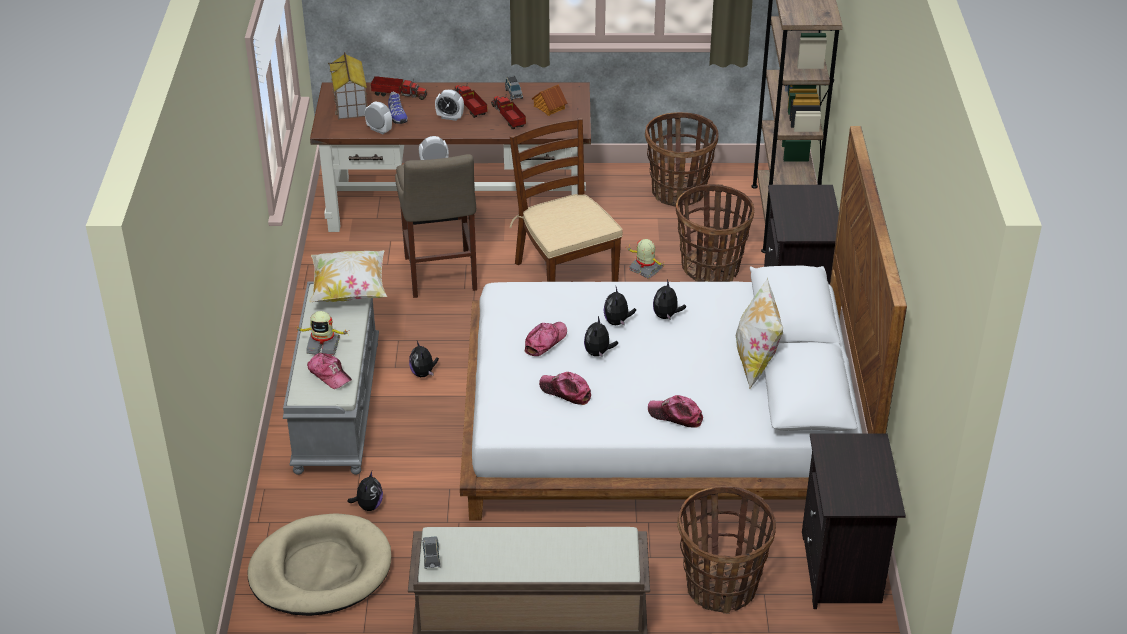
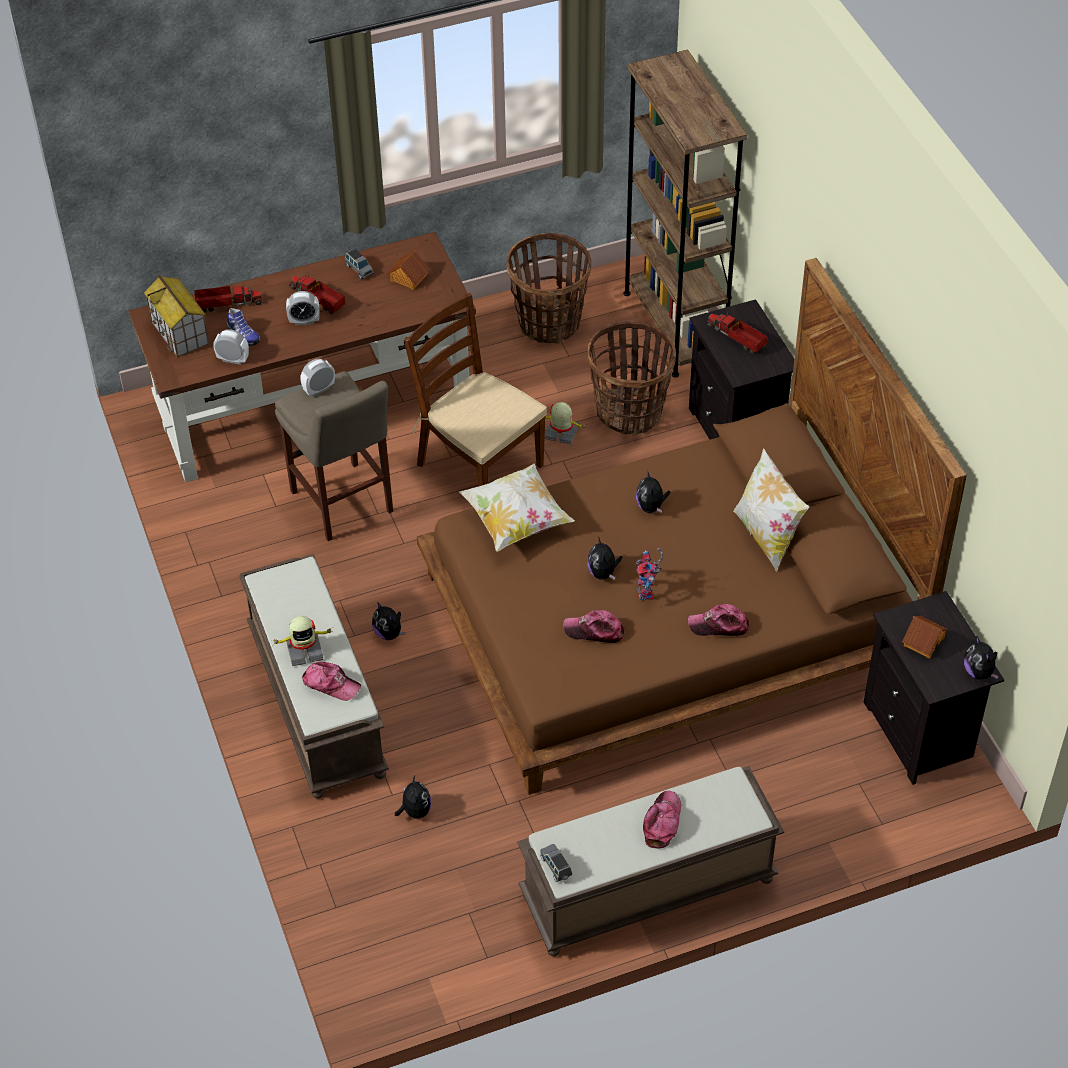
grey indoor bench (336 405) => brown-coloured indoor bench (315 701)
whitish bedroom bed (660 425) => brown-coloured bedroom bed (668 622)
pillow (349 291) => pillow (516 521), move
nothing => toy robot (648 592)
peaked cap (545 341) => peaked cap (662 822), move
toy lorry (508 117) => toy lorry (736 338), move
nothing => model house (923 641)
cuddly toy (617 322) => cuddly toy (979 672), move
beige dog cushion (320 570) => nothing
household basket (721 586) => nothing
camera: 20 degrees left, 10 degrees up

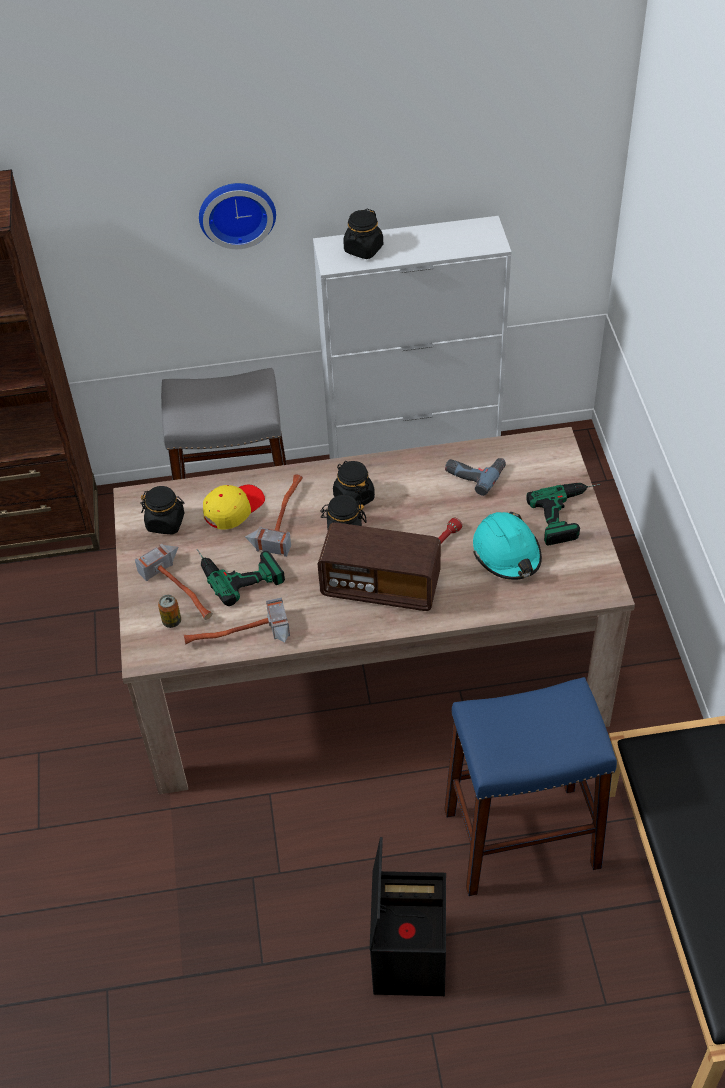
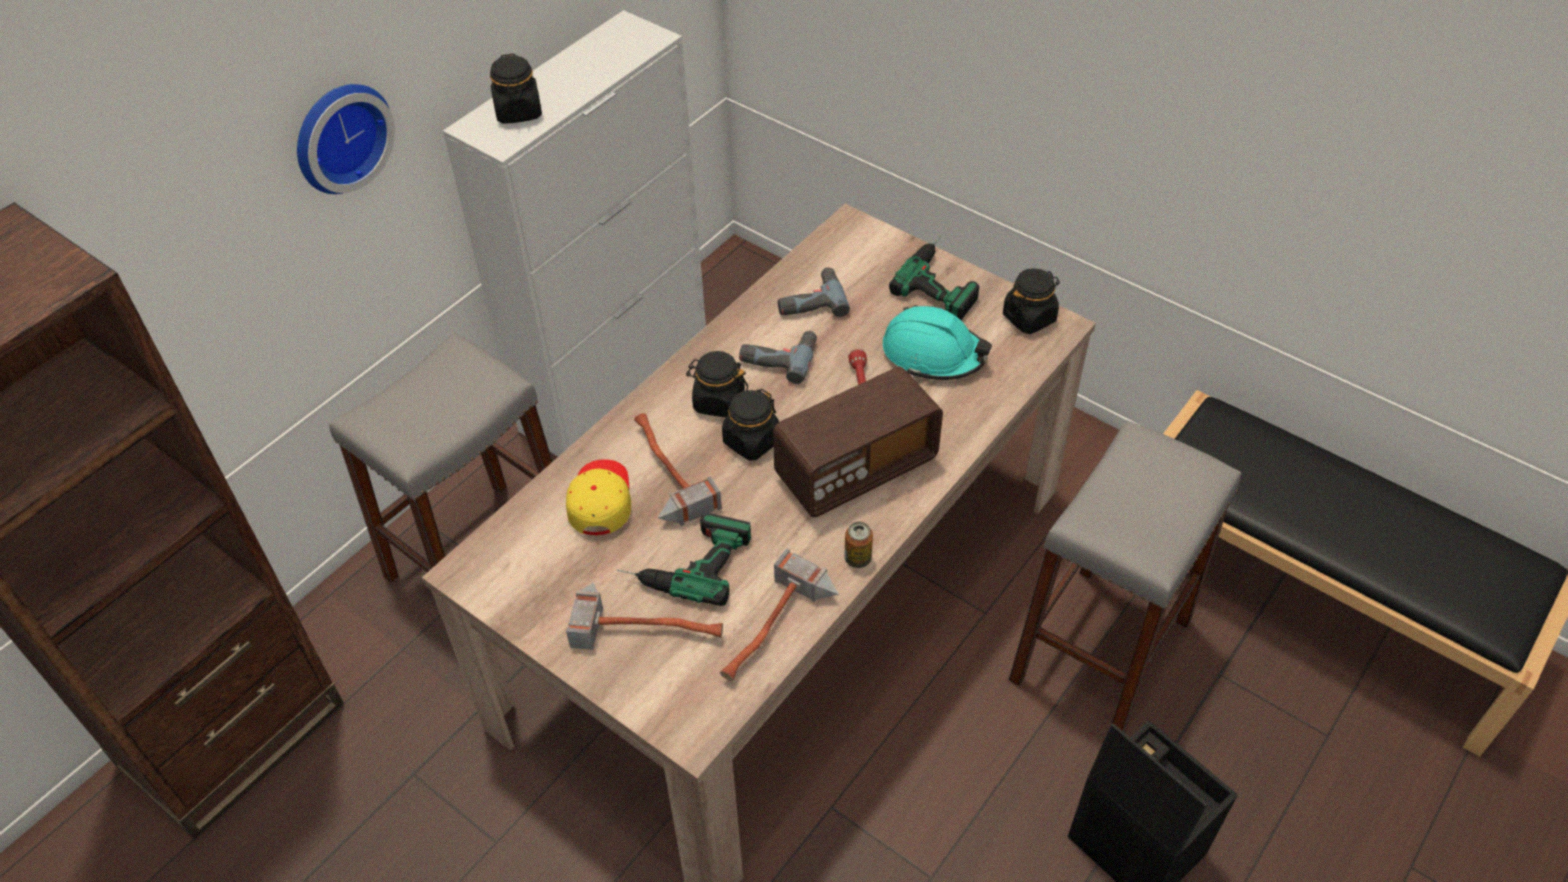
nothing => power drill (778 356)
can (172 621) => can (857 558), move
blackish preserve jar (166 522) => blackish preserve jar (1029 317), move
blue-coloured stool (521 838) => grey stool (1100 650)
camera: 45 degrees left, 0 degrees up

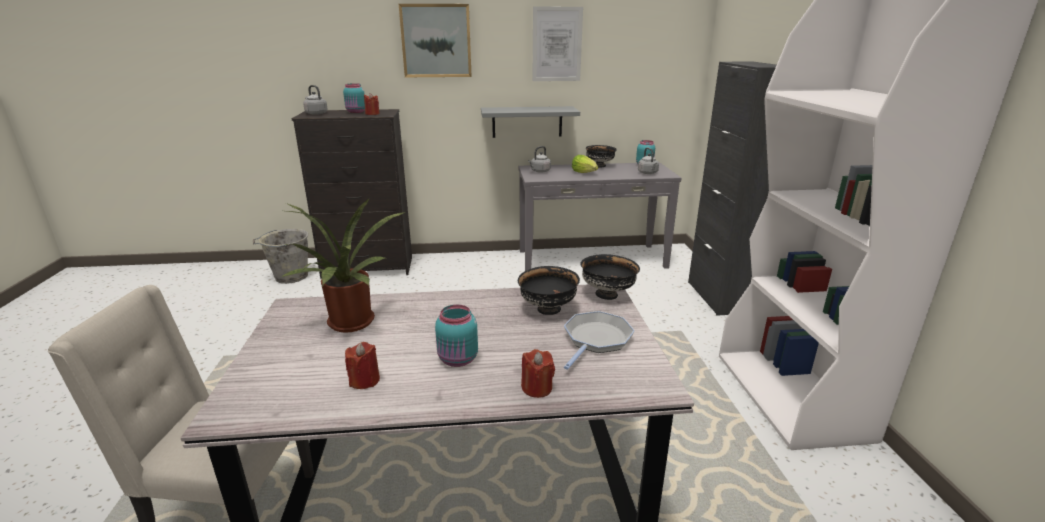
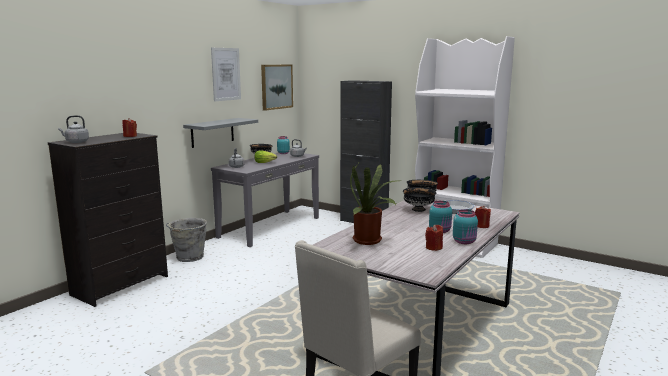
grey bucket (290 277) => grey bucket (189 257), move
picture (436 41) => picture (276 86), move
turquoise-coloured preserve jar (356 112) => turquoise-coloured preserve jar (465 242), move
camera: 50 degrees left, 10 degrees down

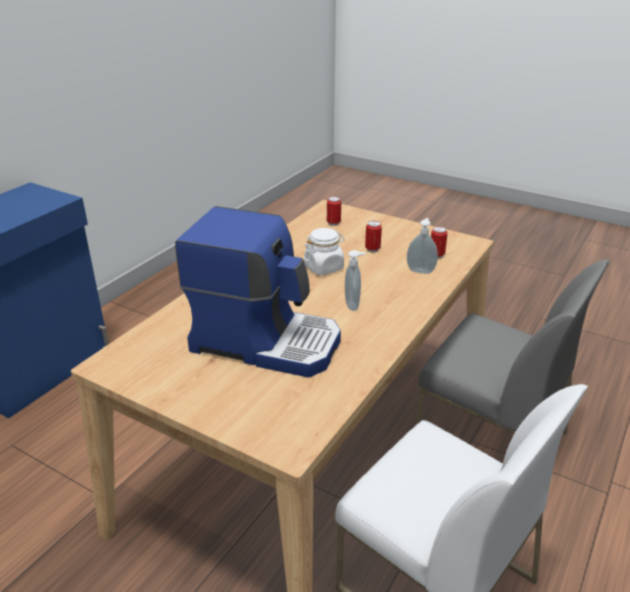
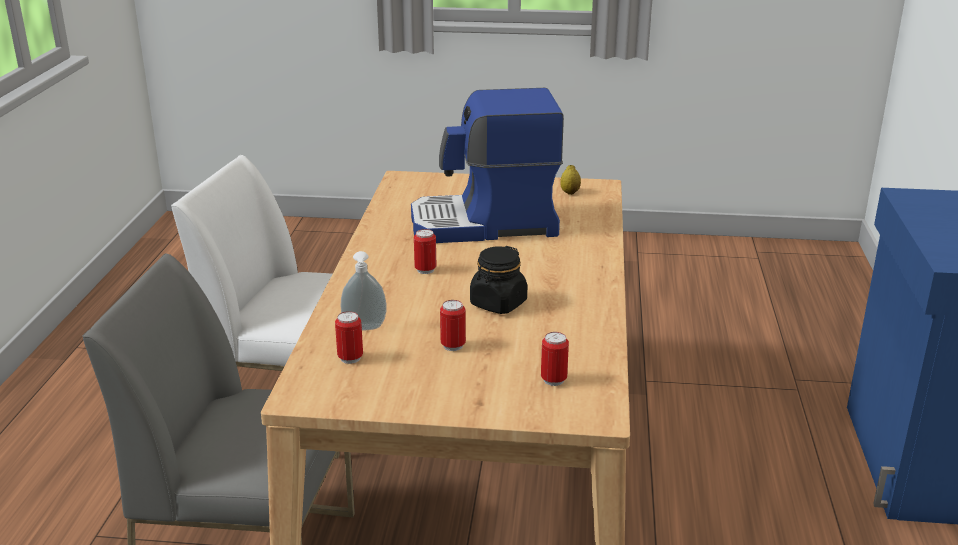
liquid soap bottle (353 305) => can (425 270)
whitish preserve jar (324 267) => blackish preserve jar (498 304)
nothing => citrus fruit (570 192)
camera: 155 degrees right, 5 degrees down

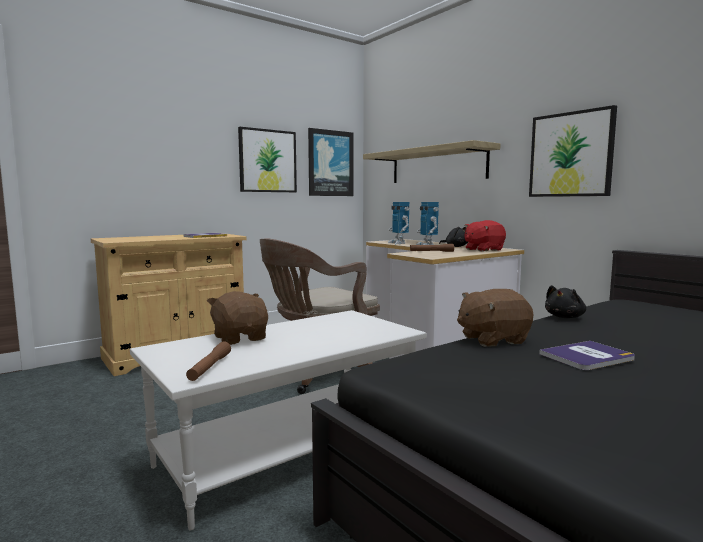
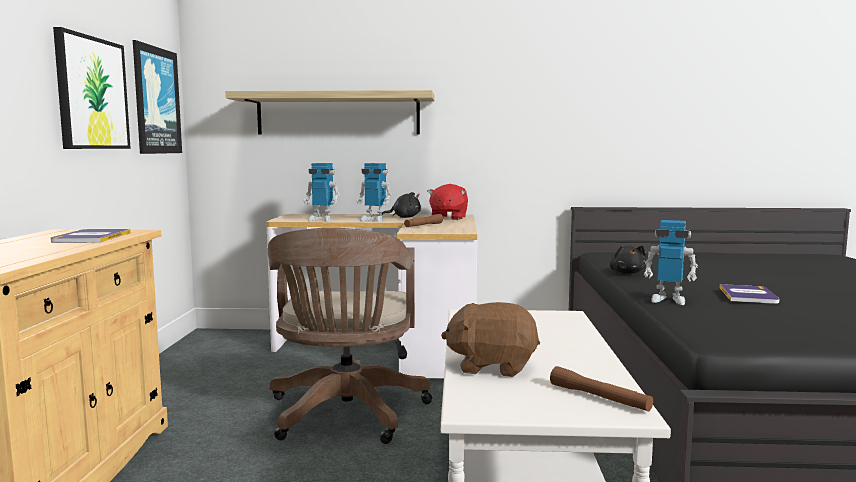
brown-coloured cuddly toy (492 339) => toy robot (668 300)
picture (571 154) => nothing
camera: 50 degrees left, 0 degrees up

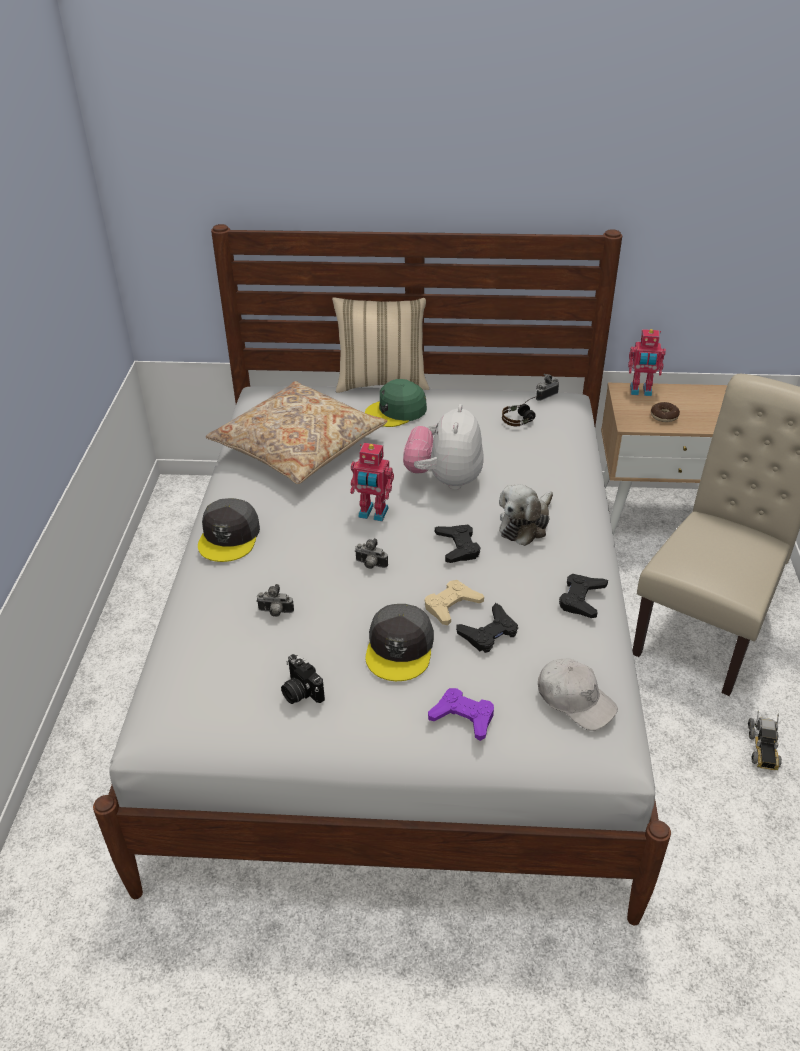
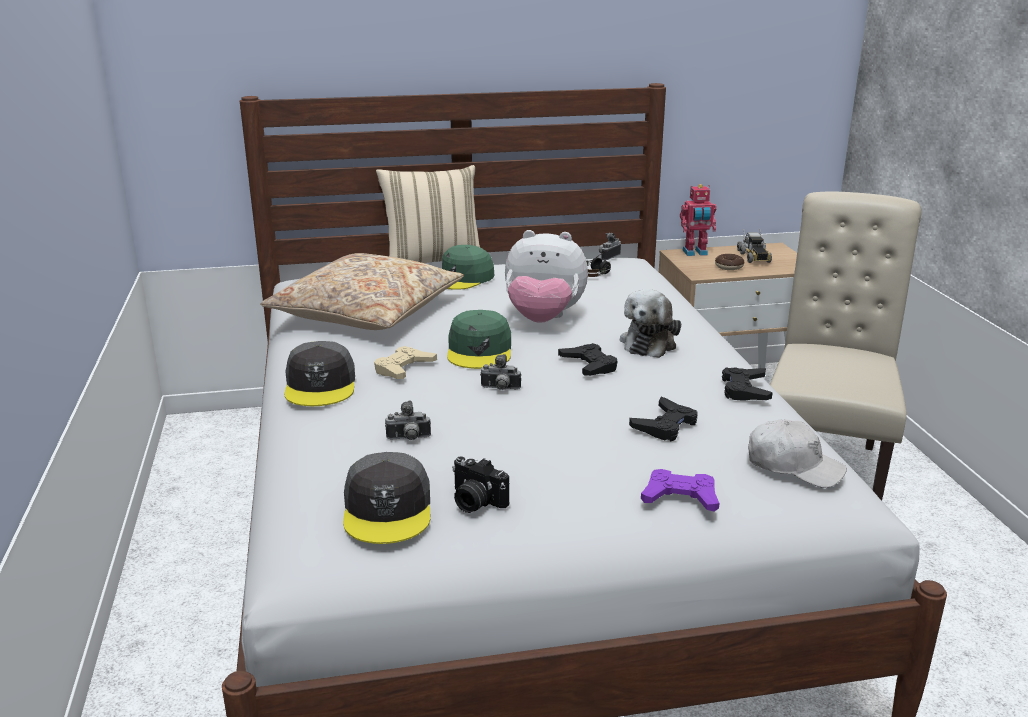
grey peaked cap (400 648) => grey peaked cap (388 510), move
beige gamepad (451 606) => beige gamepad (404 368), move
toy robot (372 514) => green peaked cap (480 351)
cuddly toy (444 479) => cuddly toy (543 319), 75 degrees counterclockwise
toy lorry (763 748) => toy lorry (754 257), move
camera: 15 degrees left, 15 degrees down

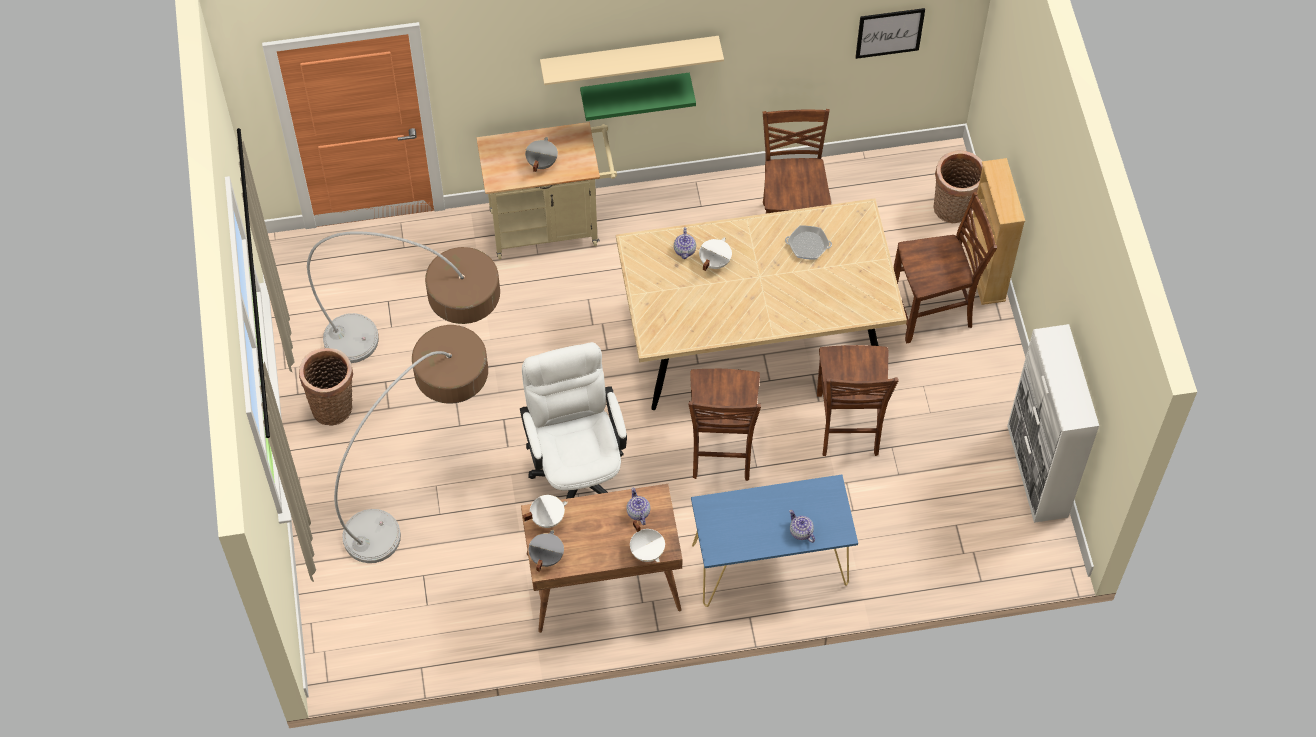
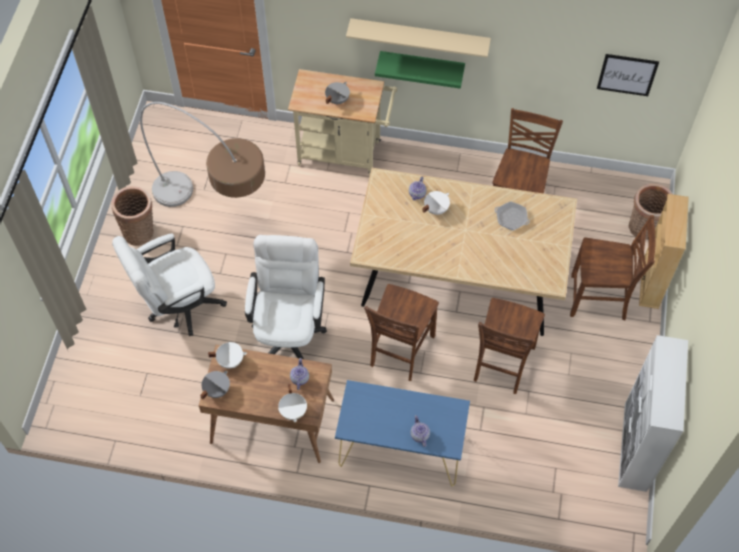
floor lamp (425 482) => whitish computer chair (178 306)
camera: 20 degrees right, 0 degrees up

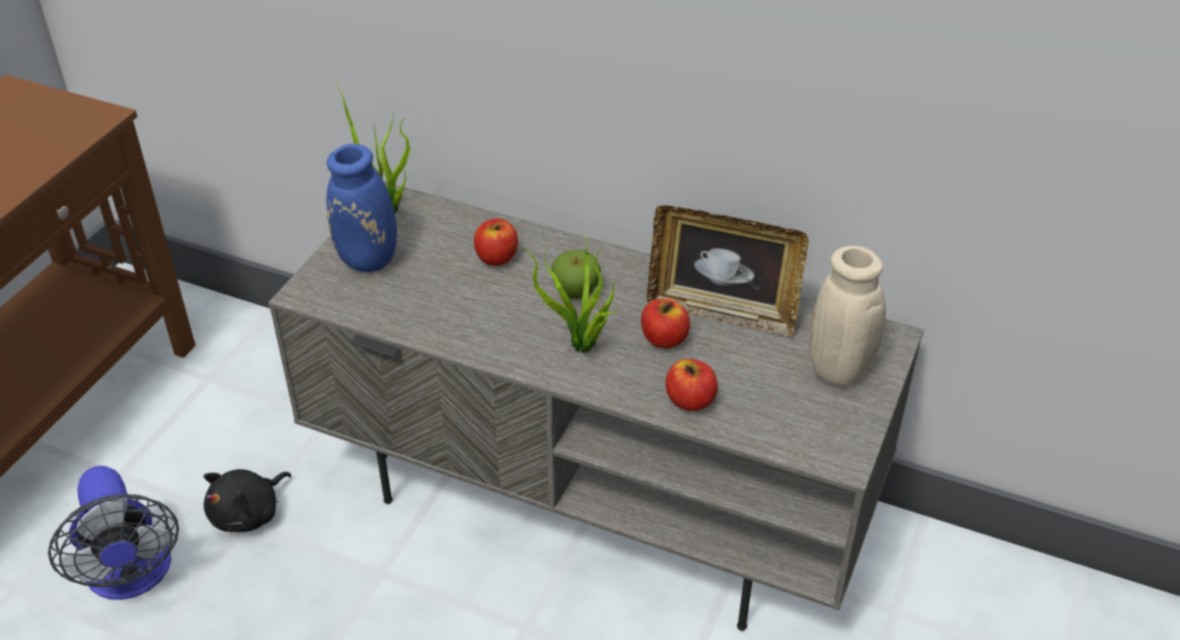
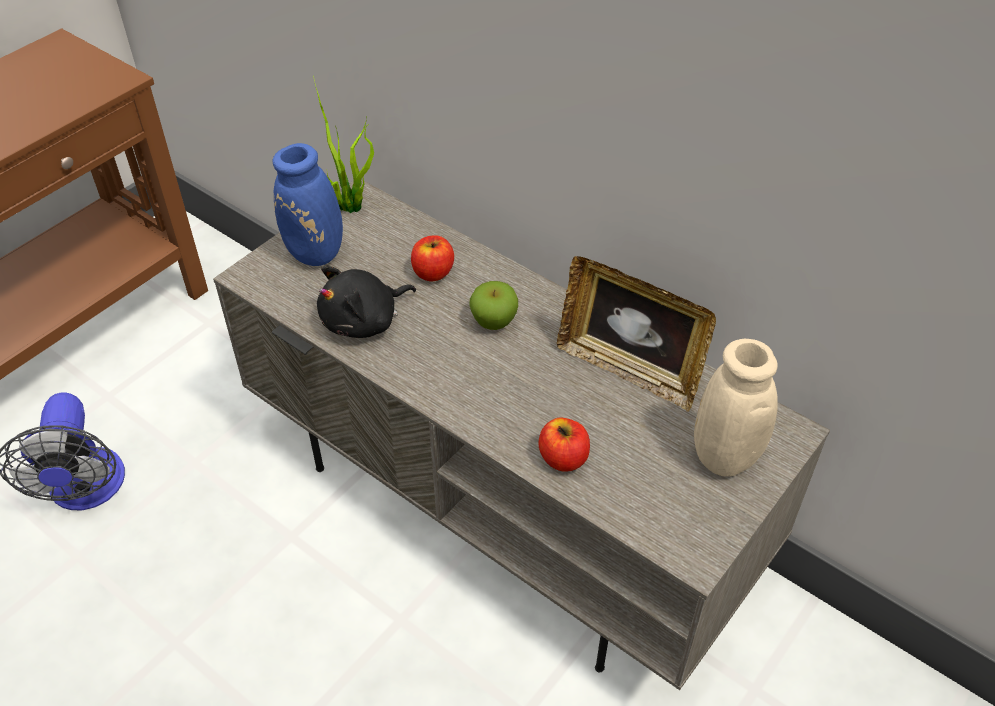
blackish cuddly toy (249 514) => blackish cuddly toy (364 321), move
plant in a pot (582 347) => nothing
apple fruit (664 339) => nothing
camera: 15 degrees right, 5 degrees up

